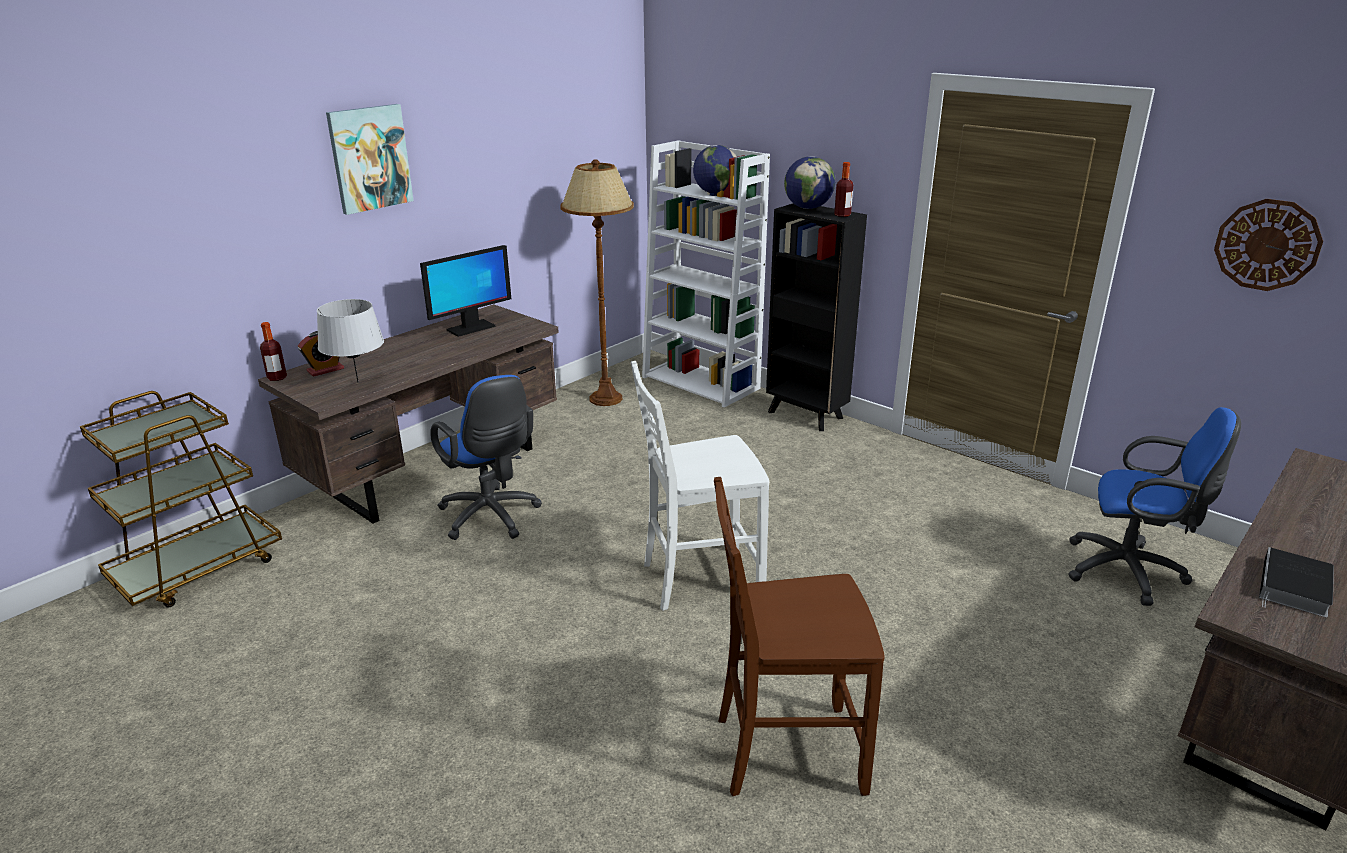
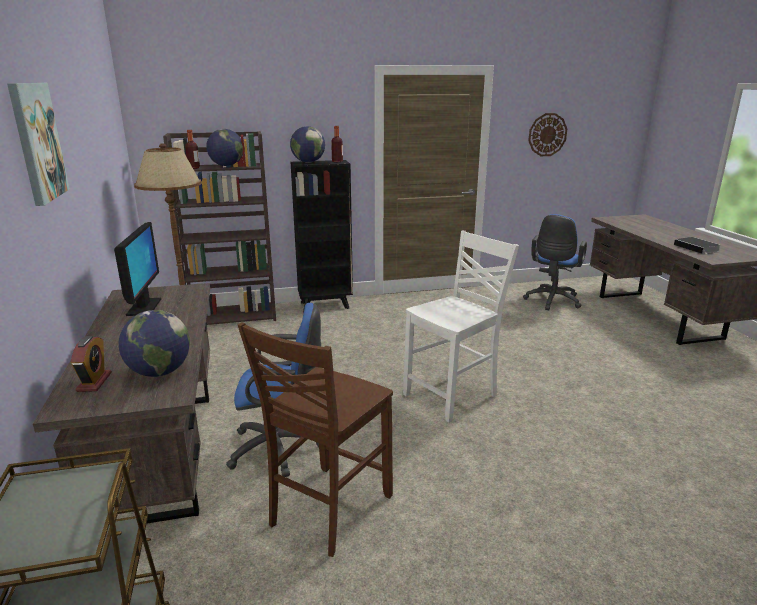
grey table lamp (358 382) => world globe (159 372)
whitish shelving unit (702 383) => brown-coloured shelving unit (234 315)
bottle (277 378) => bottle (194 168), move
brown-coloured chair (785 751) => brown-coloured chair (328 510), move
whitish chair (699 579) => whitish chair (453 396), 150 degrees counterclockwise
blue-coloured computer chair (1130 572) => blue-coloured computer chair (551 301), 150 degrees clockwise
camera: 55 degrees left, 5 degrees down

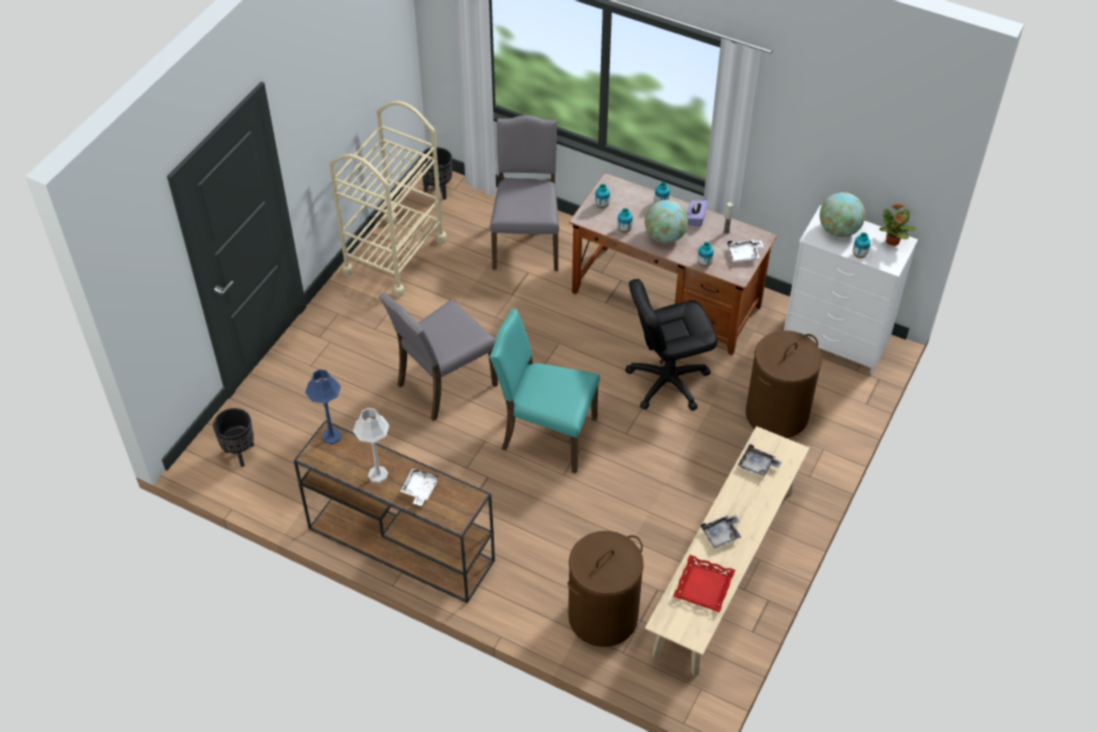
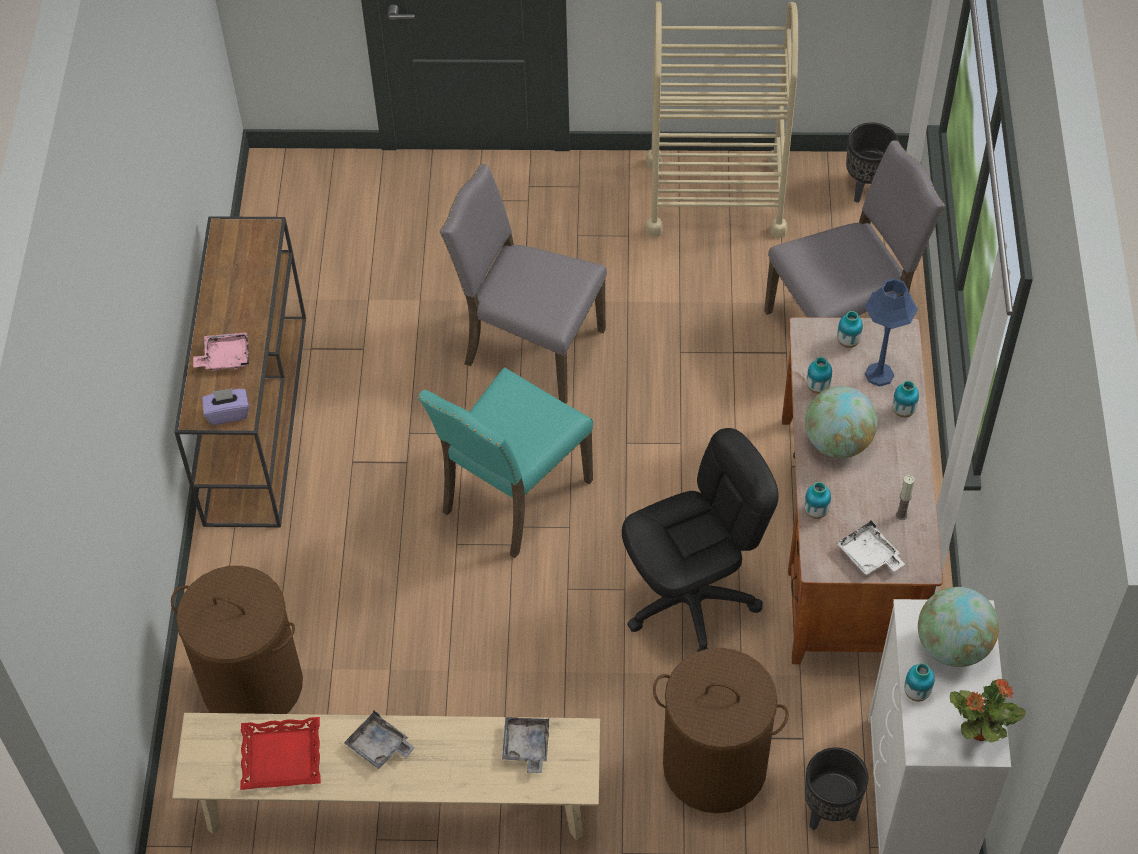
whitish carrying tray (419 490) => pinkish carrying tray (225 357)
purple-coloured tissue holder (695 218) => purple-coloured tissue holder (228 413), move
turquoise-coloured chair (546 435) => turquoise-coloured chair (512 496), 135 degrees counterclockwise
blackish computer chair (667 381) => blackish computer chair (691 601), 105 degrees clockwise
blackish flower pot (240 453) => blackish flower pot (830 812), move
blue-coloured table lamp (331 436) => blue-coloured table lamp (879 374), move
grey table lamp (378 474) => nothing
camera: 65 degrees right, 5 degrees up

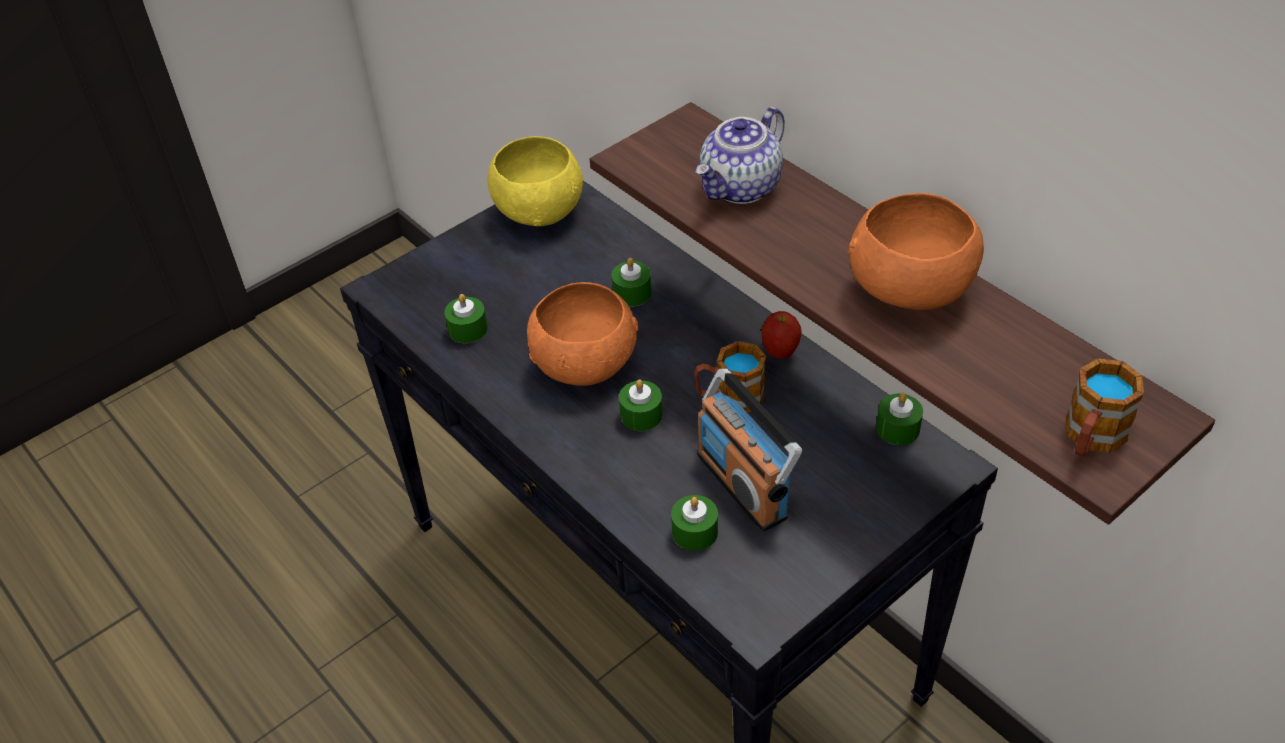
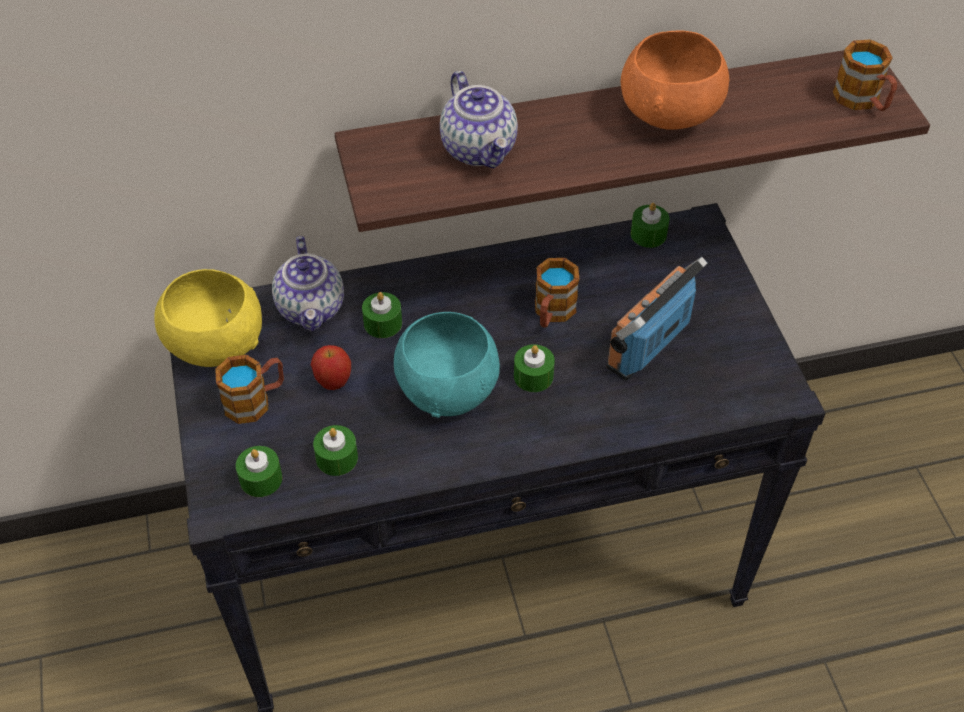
nothing => mug (255 400)
green wax candle (695 532) => green wax candle (261 479), move
nothing => tea pot (312 308)
apple fruit (780 353) => apple fruit (333 382), move
orange-coloured deep dish (586 364) => turquoise-coloured deep dish (447 389)
radio receiver (743 485) => radio receiver (649 345), 135 degrees clockwise
camera: 65 degrees left, 5 degrees up

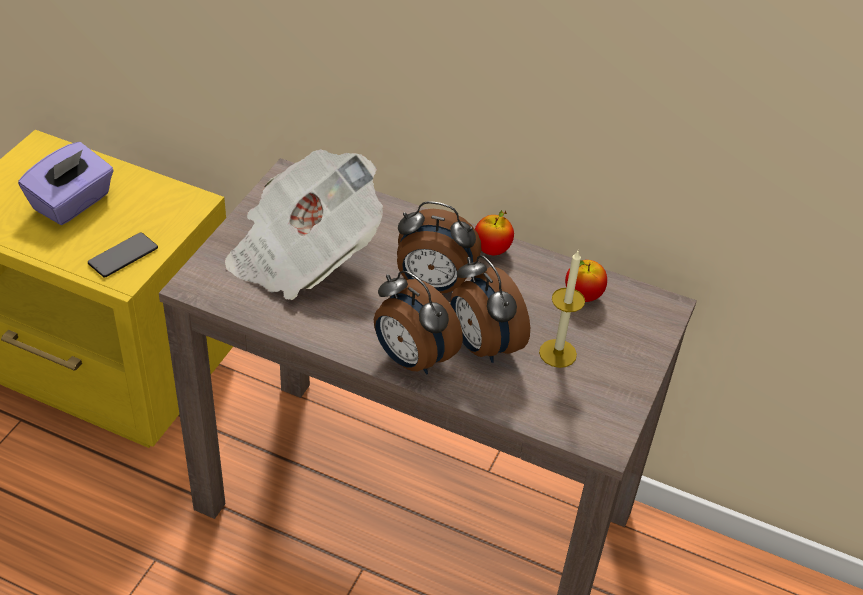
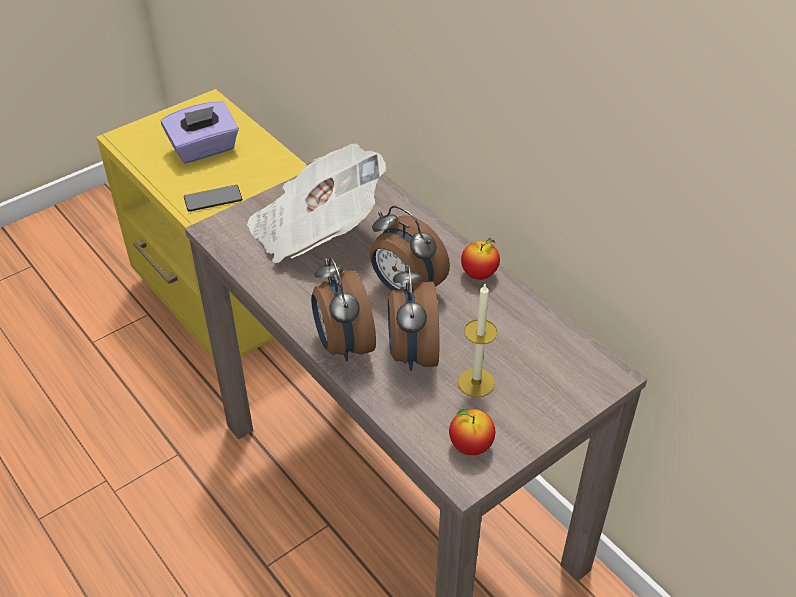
apple fruit (583 296) => apple fruit (470 446), move
camera: 30 degrees right, 0 degrees up

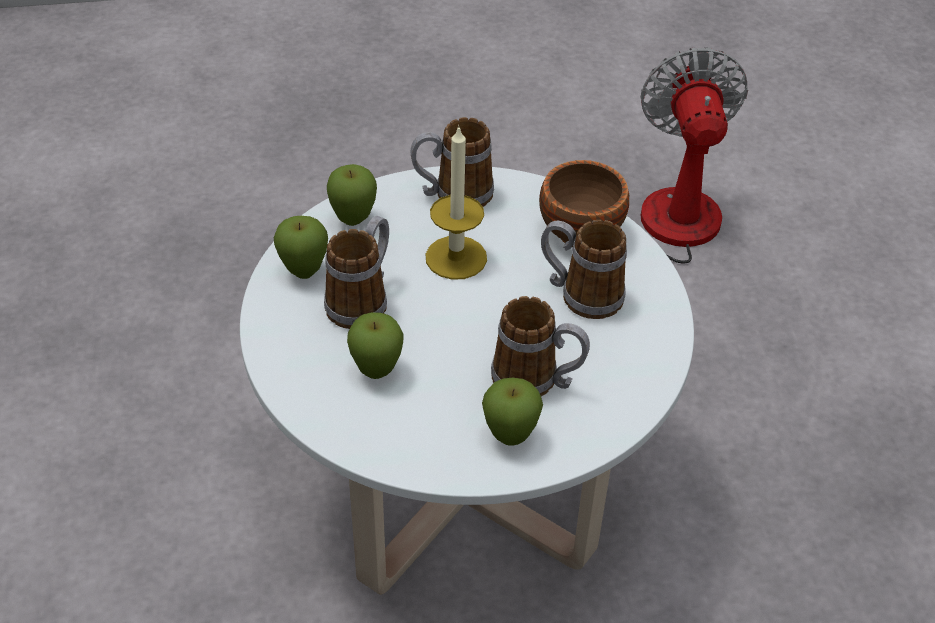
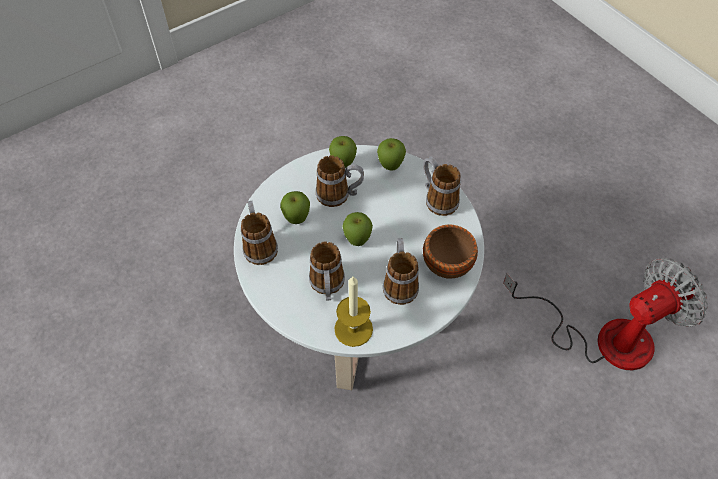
nothing => mug (259 245)
wax candle (456 257) => wax candle (353 329), move
apple fruit (510 438) => apple fruit (357 241), move
camera: 65 degrees right, 10 degrees up

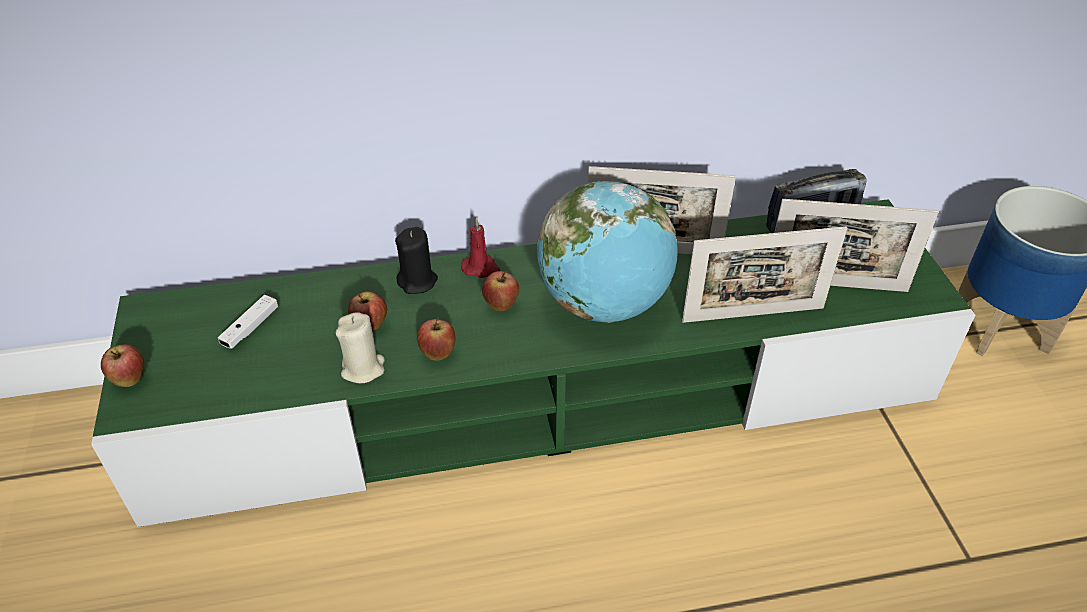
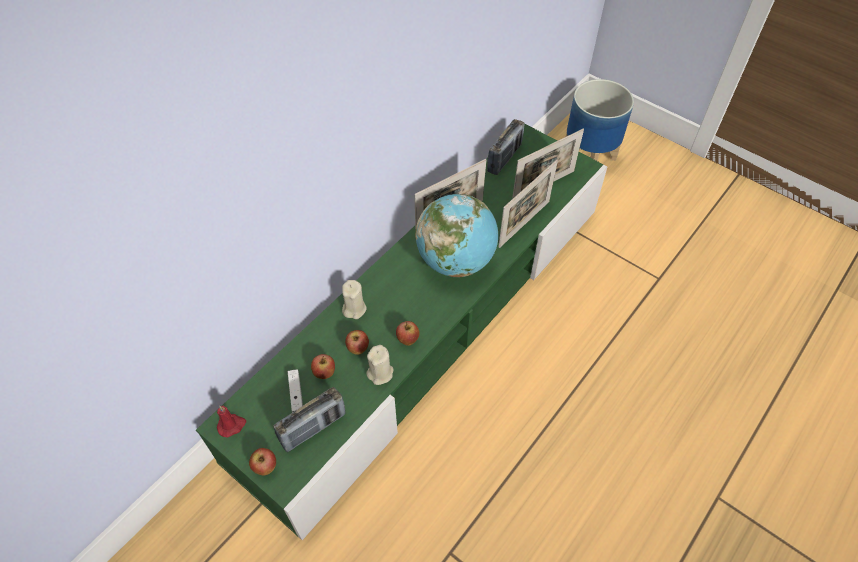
red wax candle (481 268) => red wax candle (232 425), move
nothing => radio receiver (313 428)
apple fruit (501 305) => apple fruit (324 373), move
blackish wax candle (418 281) => beige wax candle (354 309)
camera: 40 degrees left, 10 degrees up

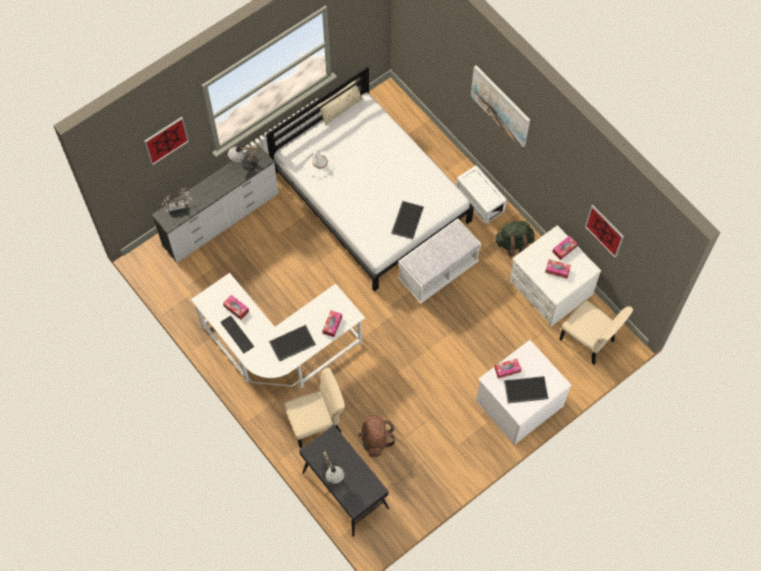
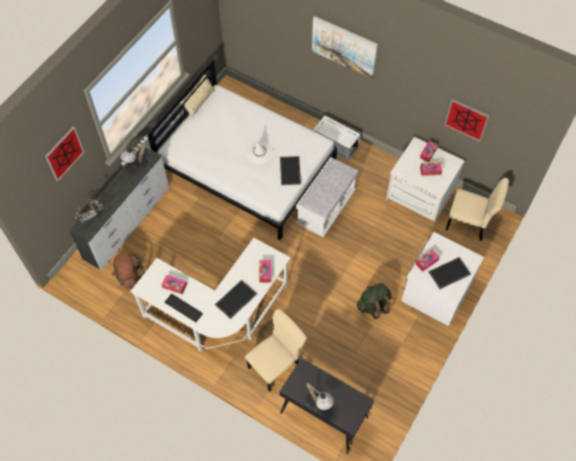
brown-coloured knapsack (375 440) => brown-coloured knapsack (129 276), move
whitish clothing hat (320 163) => whitish clothing hat (259 153), move
green knapsack (514 243) => green knapsack (373 305), move
camera: 20 degrees left, 5 degrees down

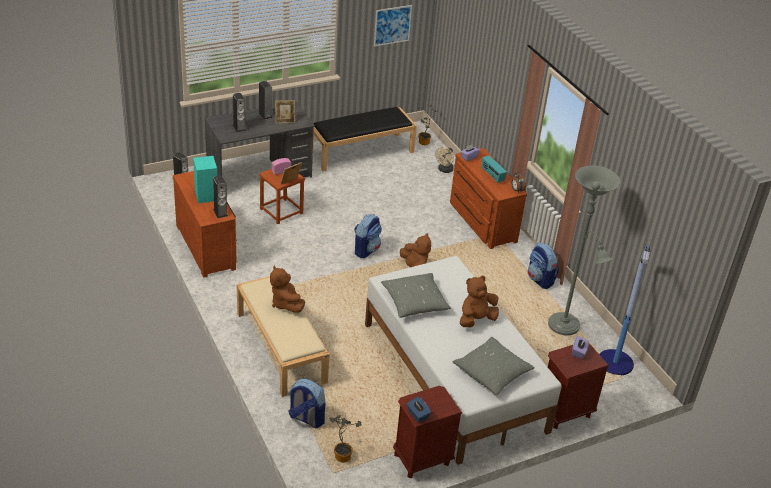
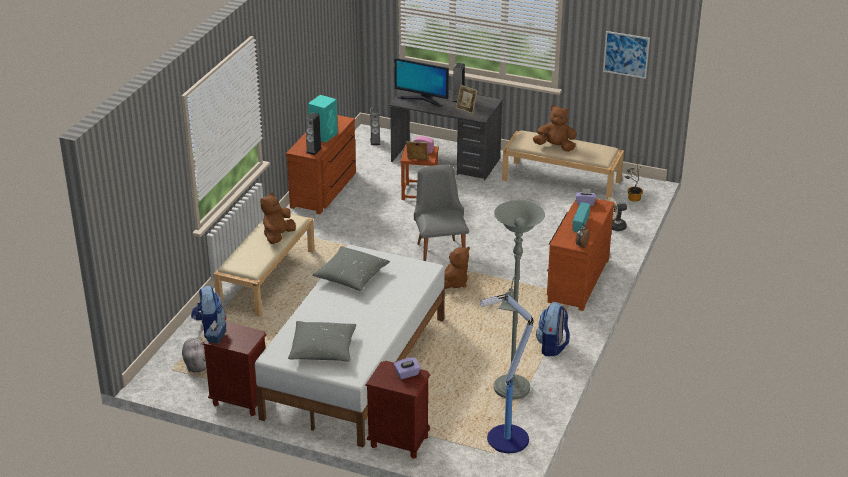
plant in a pot (342 454) => grey cuddly toy (195 363)
loudspeaker (239 127) => computer display (422 99)
knapsack (366 250) => grey chair (439 250)
blackish indoor bench (361 151) => beige indoor bench (562 180)
brown-coloured cuddly toy (476 319) => brown-coloured cuddly toy (555 147), move
camera: 50 degrees right, 5 degrees down

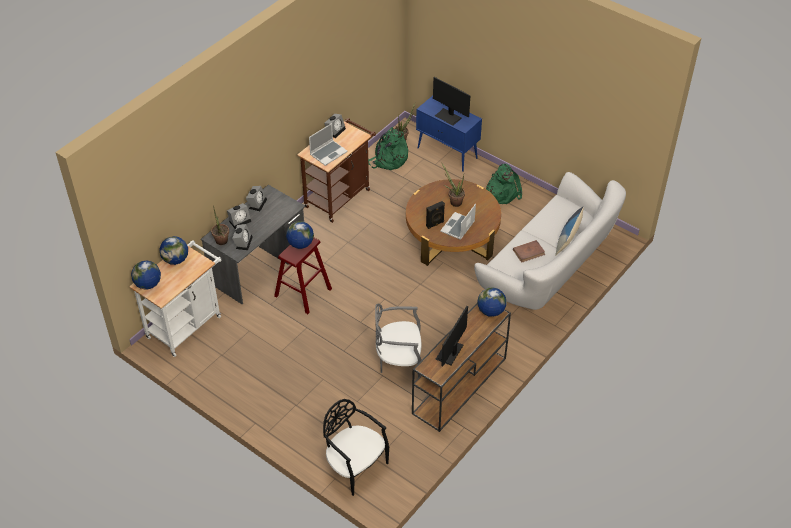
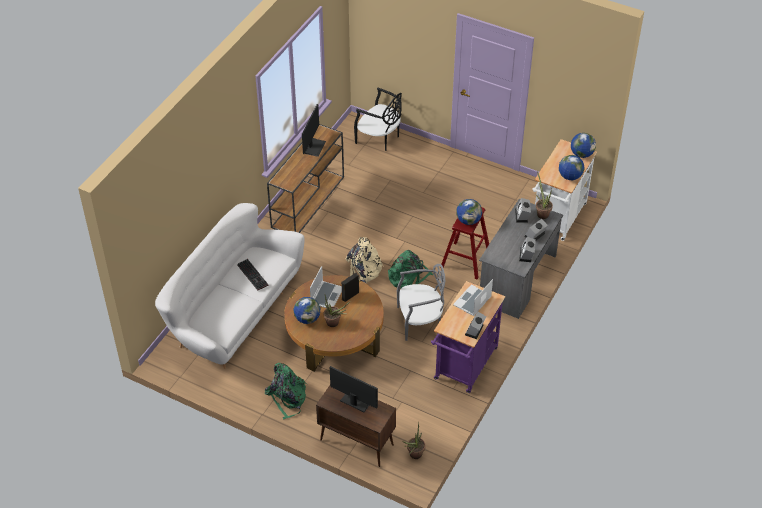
brown-coloured bound book (529 252) => computer keyboard (253 275)
world globe (491 311) => world globe (307 319), move
blue-coloured cabinet (447 153) => brown-coloured cabinet (356 442)
nothing => beige knapsack (363 271)
green knapsack (388 160) => green knapsack (408 278), move
grey chair (399 361) => grey chair (420 321), move
brown-coloured wheeled cart (340 196) => purple-coloured wheeled cart (464 367)
pillow (568 239) => nothing
camera: 170 degrees right, 0 degrees up

